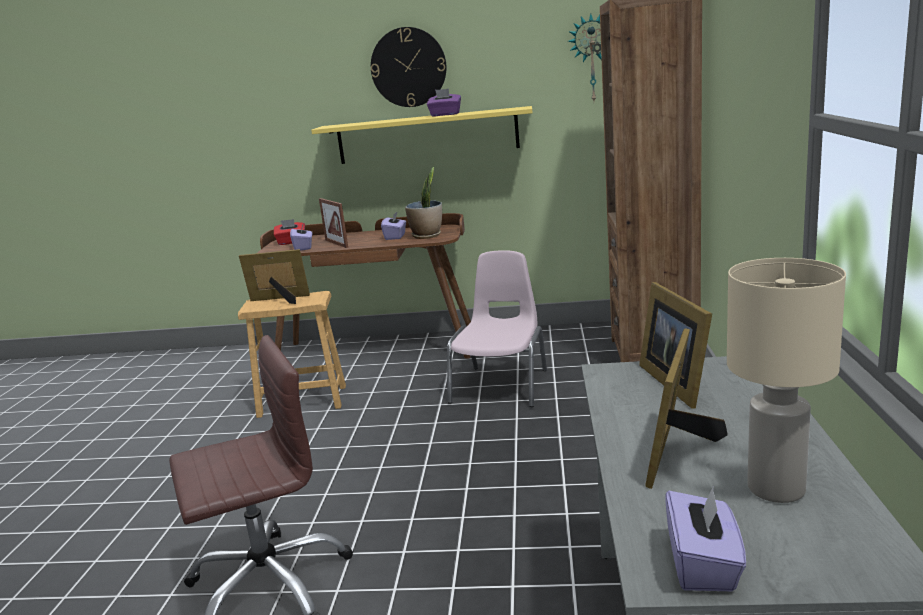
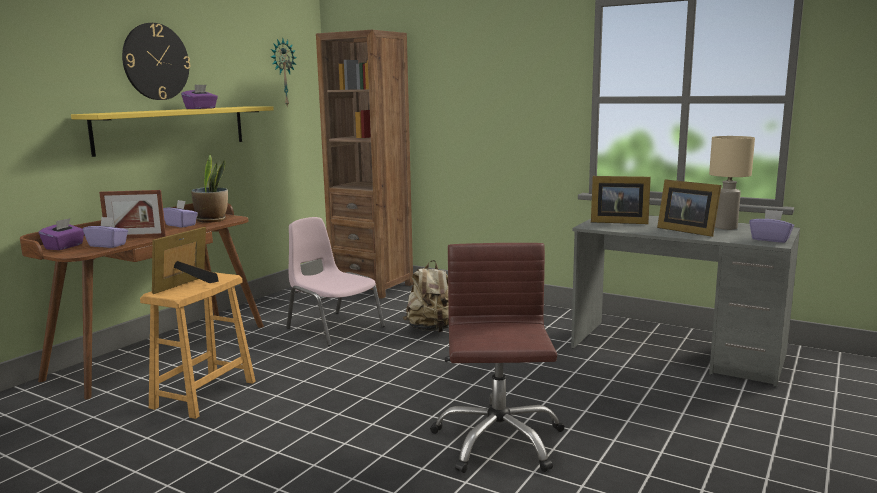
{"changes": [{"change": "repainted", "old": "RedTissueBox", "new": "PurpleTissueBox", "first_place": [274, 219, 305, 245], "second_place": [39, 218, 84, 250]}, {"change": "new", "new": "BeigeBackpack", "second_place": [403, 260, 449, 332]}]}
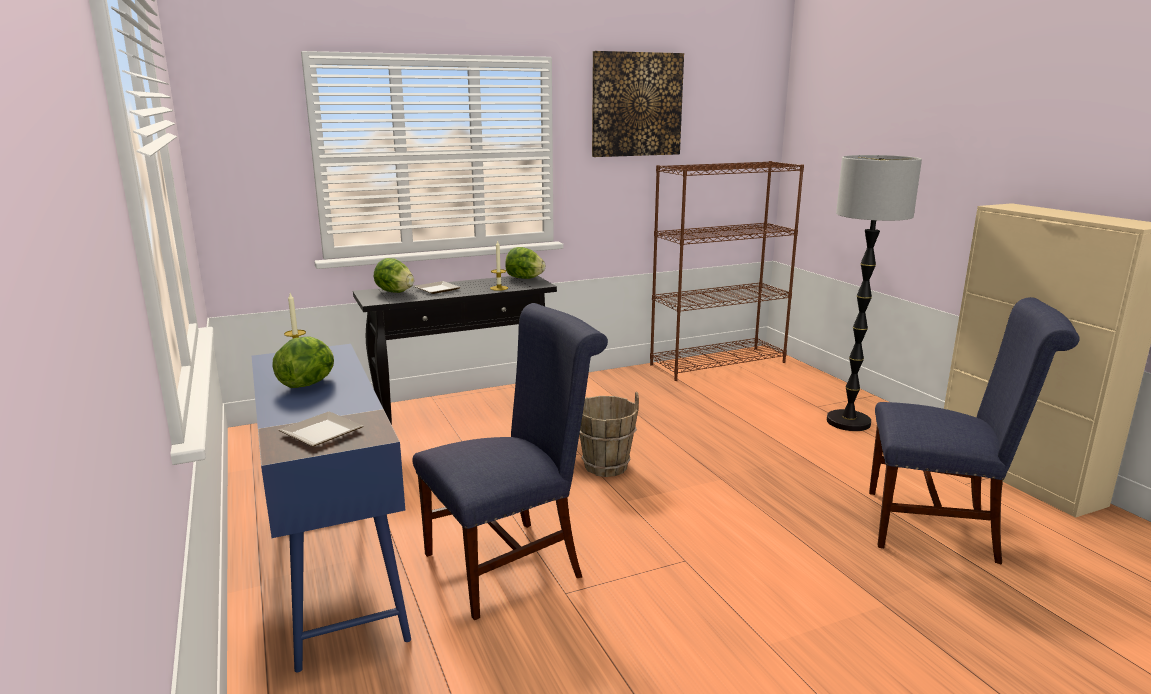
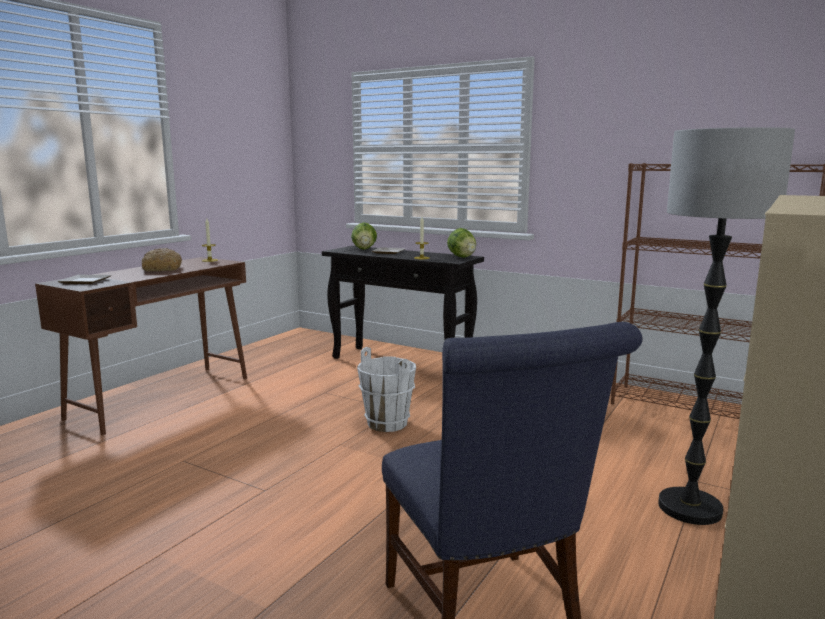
{"changes": [{"change": "repainted", "old": "BlueDesk", "new": "BrownDesk", "first_place": [252, 344, 411, 673], "second_place": [35, 257, 247, 435]}, {"change": "swapped", "old": "Lettuce", "new": "Bread", "first_place": [272, 337, 334, 388], "second_place": [142, 248, 182, 271]}, {"change": "repainted", "old": "BrownBucket", "new": "WhiteBucket", "first_place": [579, 392, 639, 477], "second_place": [357, 347, 416, 432]}, {"change": "gone", "old": "BlueChair", "first_place": [413, 303, 608, 620]}, {"change": "gone", "old": "Picture", "first_place": [592, 51, 684, 157]}]}
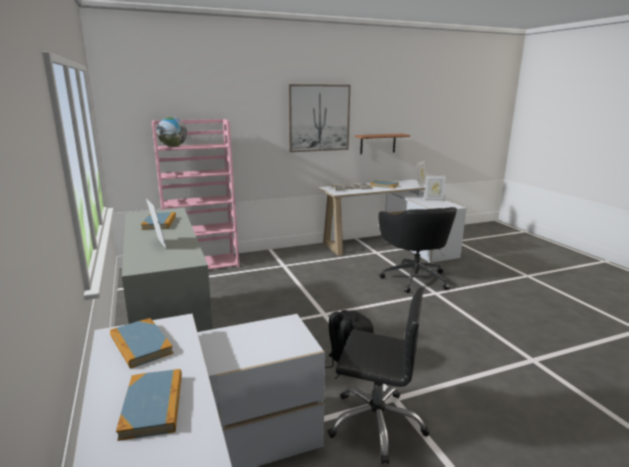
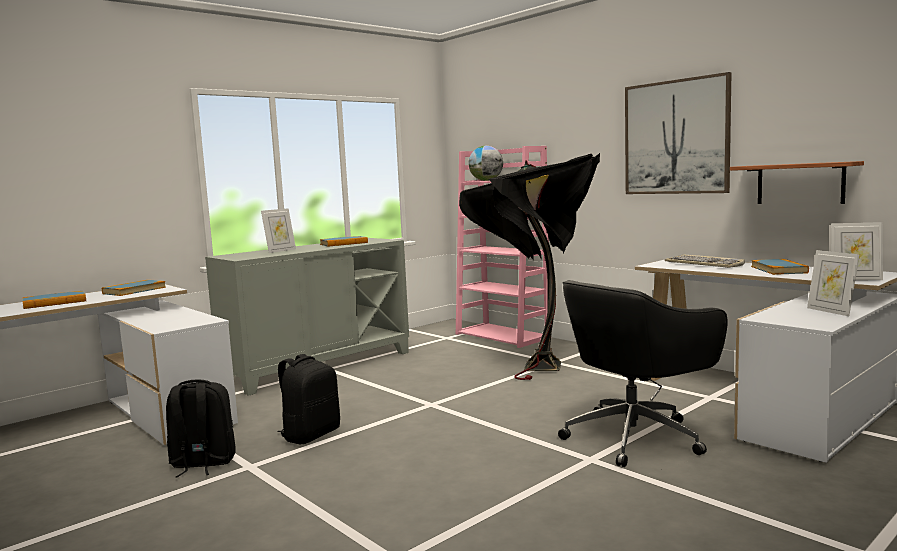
{"changes": [{"change": "swapped", "old": "BlackOfficeChair", "new": "BlackBackpack", "first_place": [327, 288, 430, 464], "second_place": [166, 379, 235, 477]}, {"change": "new", "new": "BlackFloorLamp", "second_place": [459, 153, 600, 380]}]}
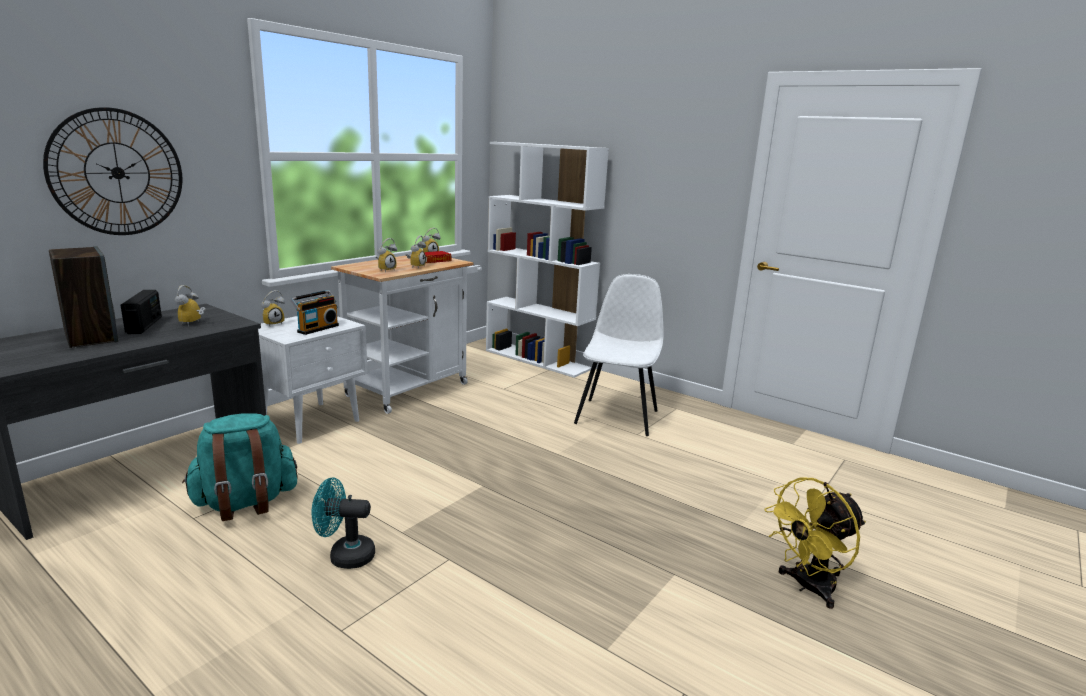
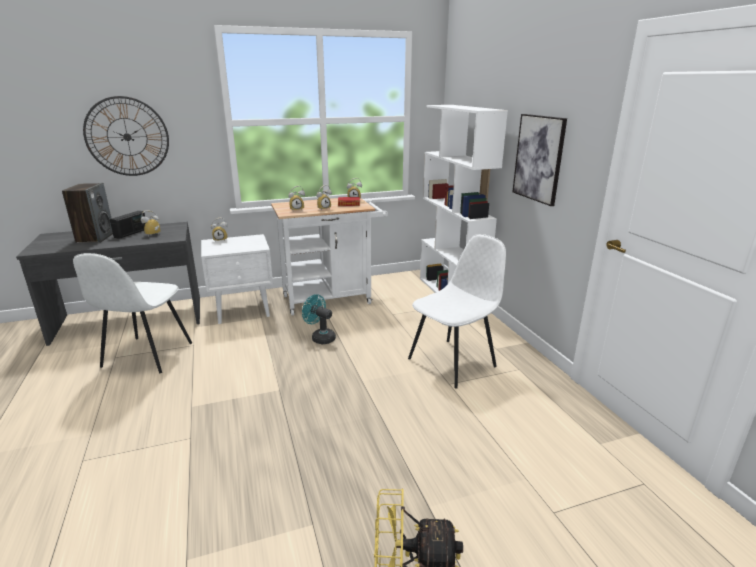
{"changes": [{"change": "swapped", "old": "TurquoiseBackpack", "new": "WhiteChair", "first_place": [182, 413, 298, 521], "second_place": [73, 253, 192, 373]}, {"change": "shifted", "old": "TurquoiseFan", "first_place": [311, 478, 375, 569], "second_place": [302, 294, 336, 344]}, {"change": "new", "new": "Picture", "second_place": [512, 114, 567, 206]}, {"change": "gone", "old": "Radio", "first_place": [290, 290, 339, 335]}]}
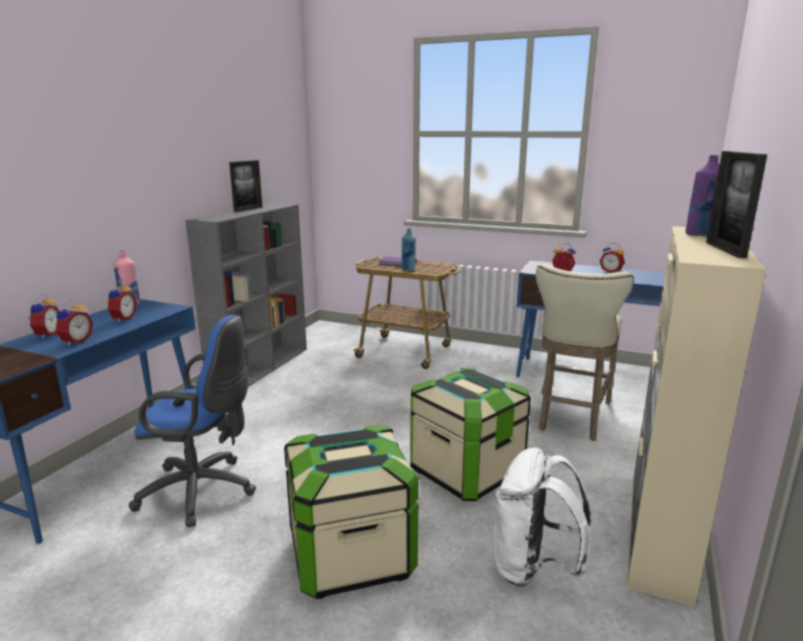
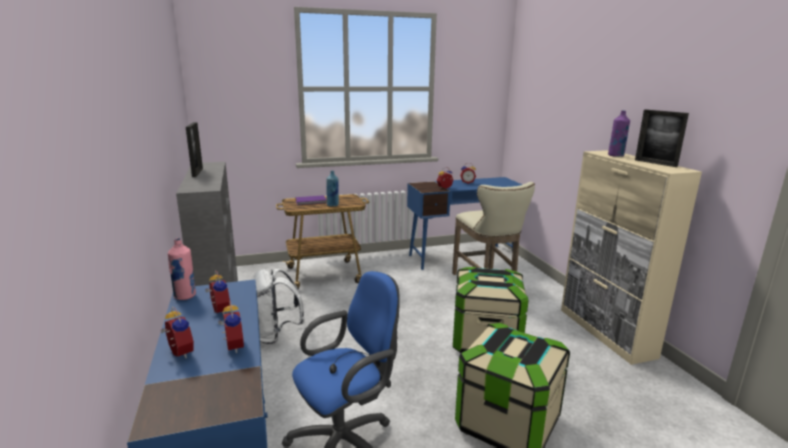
{"changes": [{"change": "shifted", "old": "WhiteBackpack", "first_place": [495, 447, 592, 587], "second_place": [252, 269, 305, 344]}]}
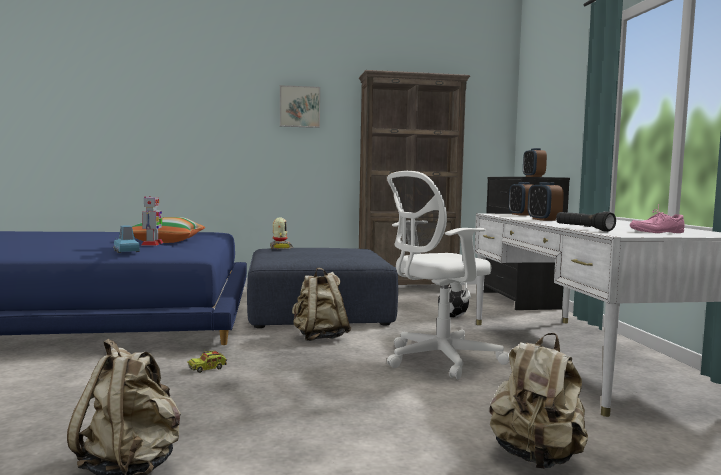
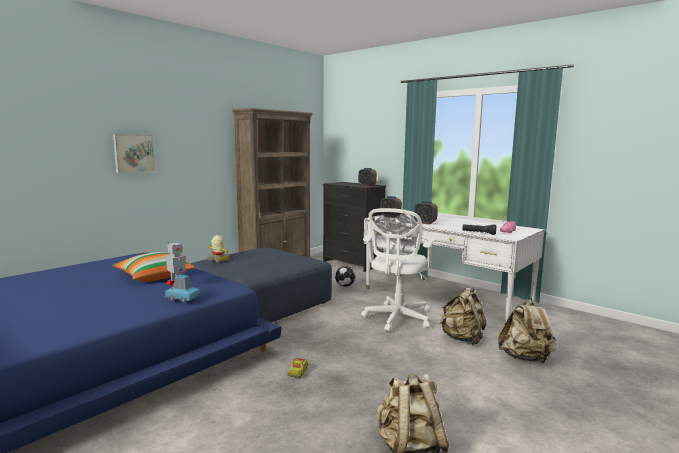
{"changes": [{"change": "shifted", "old": "Picture", "first_place": [280, 85, 320, 128], "second_place": [113, 134, 156, 173]}, {"change": "shifted", "old": "BeigeBackpack", "first_place": [292, 268, 352, 341], "second_place": [440, 288, 486, 345]}]}
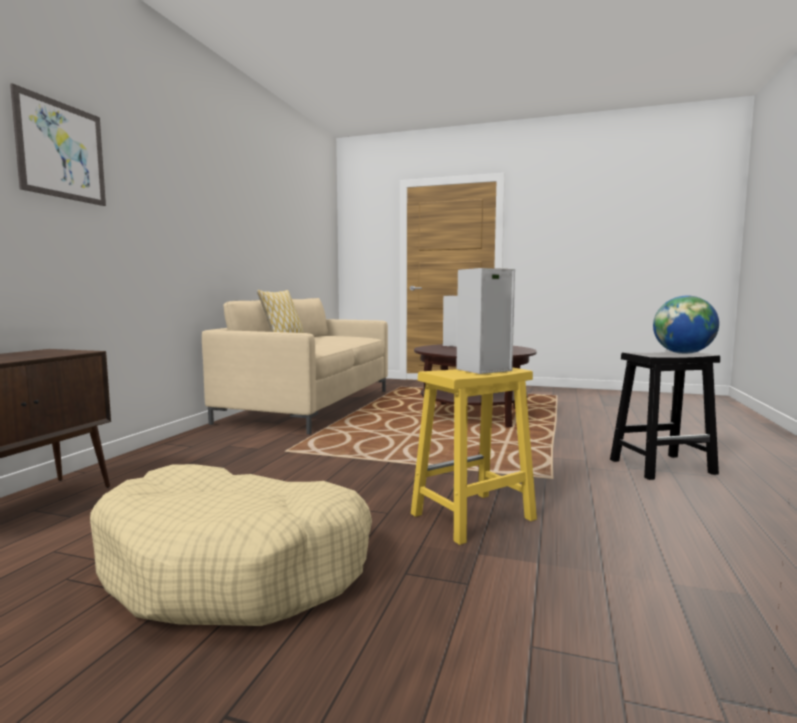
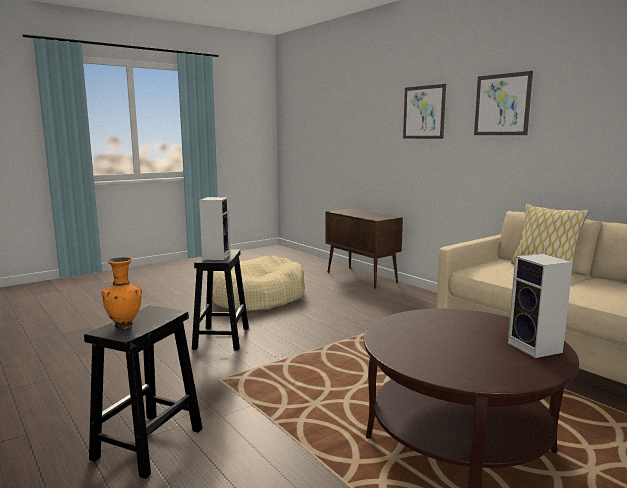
{"changes": [{"change": "swapped", "old": "Globe", "new": "OrangeVase", "first_place": [653, 295, 719, 354], "second_place": [102, 257, 142, 329]}, {"change": "repainted", "old": "YellowStool", "new": "BlackStool", "first_place": [411, 367, 537, 545], "second_place": [192, 249, 249, 351]}, {"change": "new", "new": "Picture", "second_place": [474, 71, 533, 135]}]}
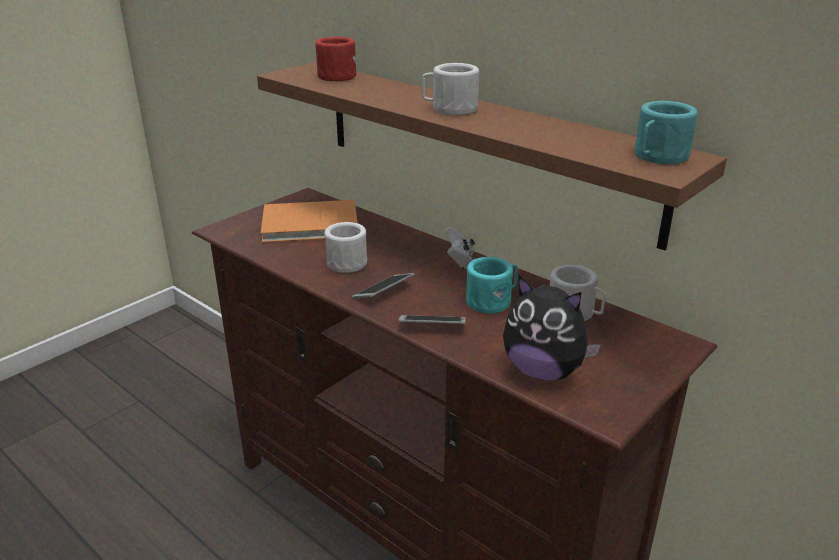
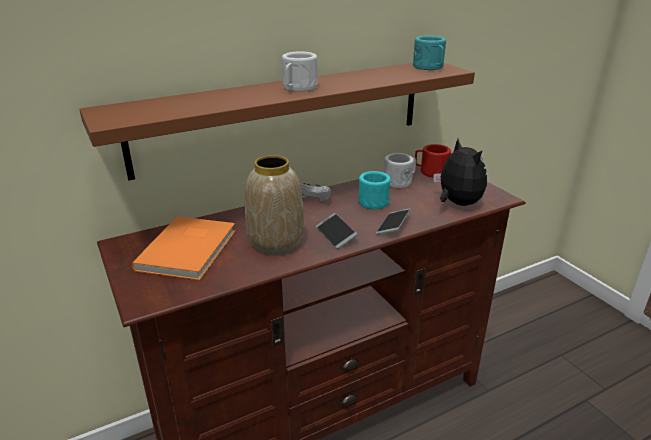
{"changes": [{"change": "swapped", "old": "WhiteMug", "new": "Vase", "first_place": [324, 222, 367, 273], "second_place": [245, 155, 304, 255]}, {"change": "shifted", "old": "RedMug", "first_place": [315, 37, 356, 81], "second_place": [415, 144, 451, 178]}, {"change": "rotated", "old": "PlushToy", "first_place": [503, 276, 601, 380], "second_place": [433, 139, 487, 206], "degrees": -75}]}
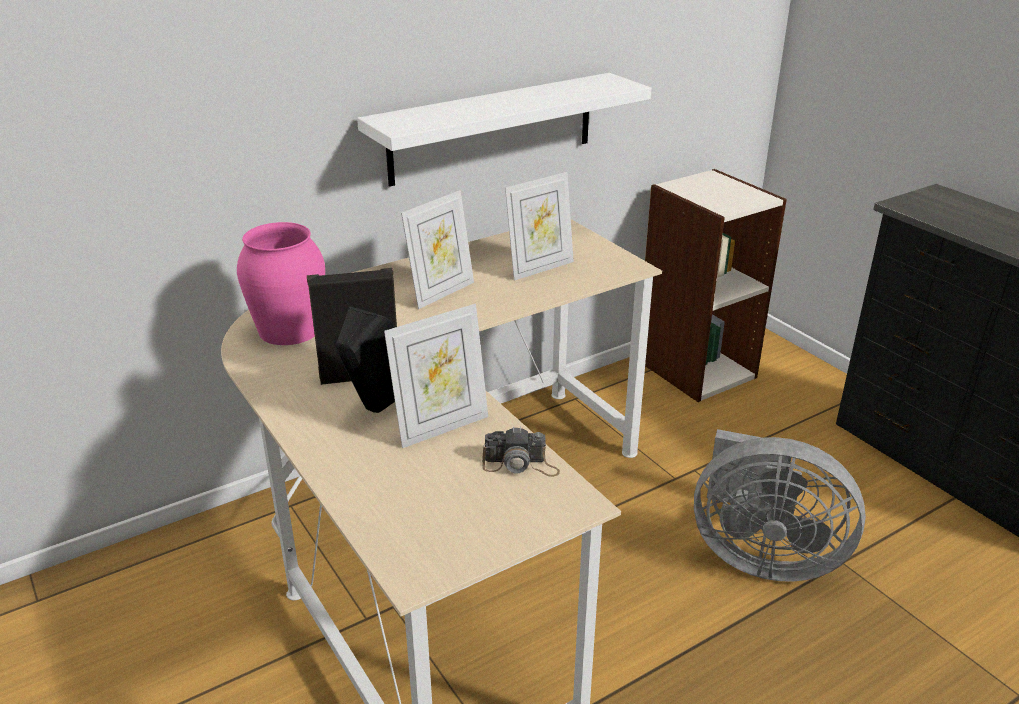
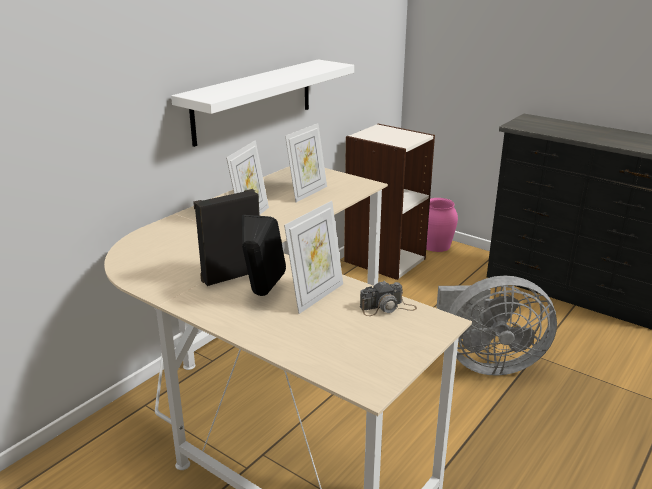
{"changes": [{"change": "shifted", "old": "PinkVase", "first_place": [237, 222, 325, 345], "second_place": [426, 198, 458, 252]}]}
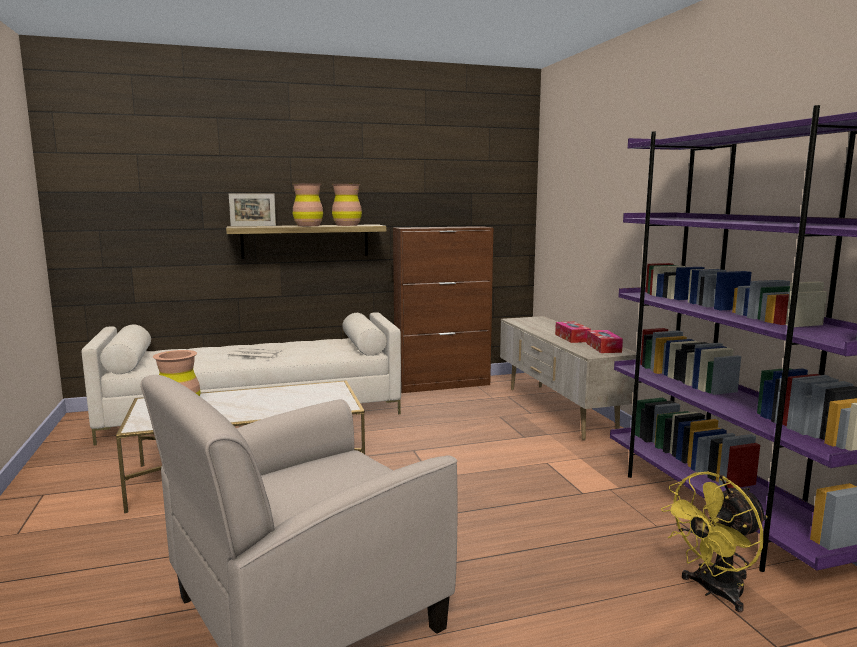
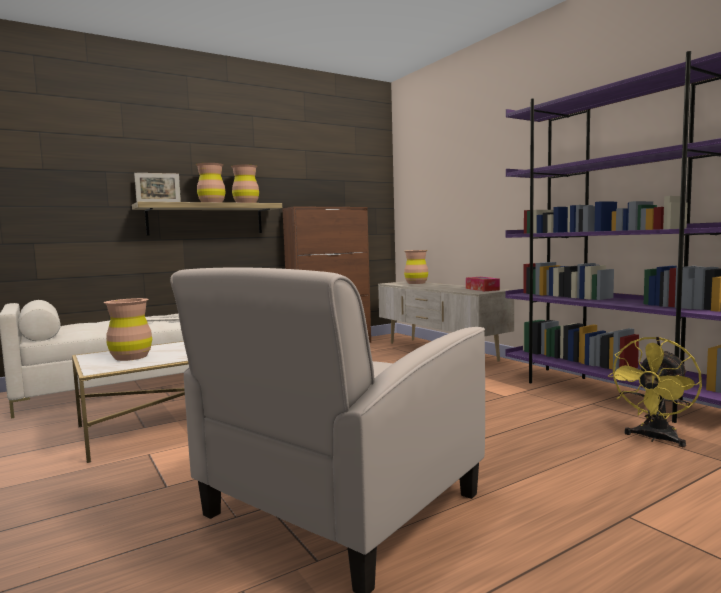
{"changes": [{"change": "new", "new": "BrownVase", "second_place": [404, 250, 428, 284]}, {"change": "gone", "old": "TissueBox", "first_place": [555, 321, 591, 343]}]}
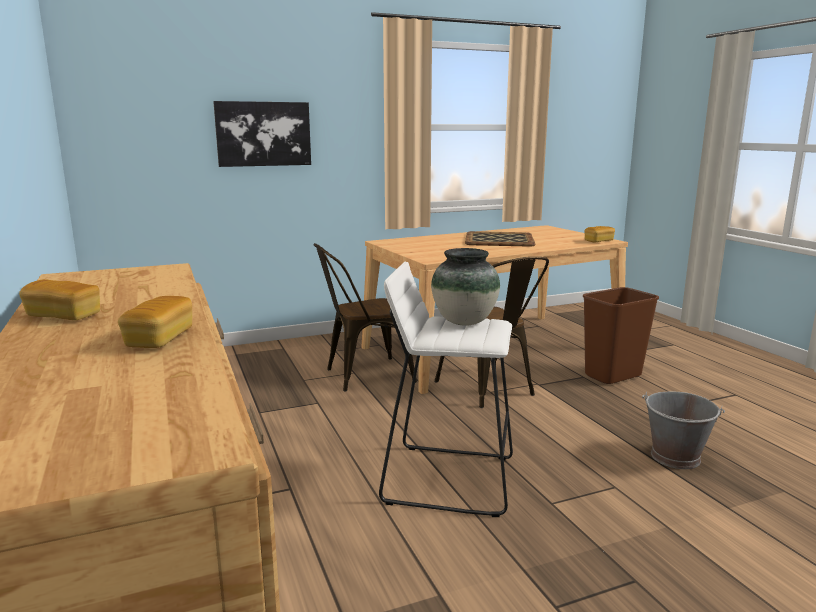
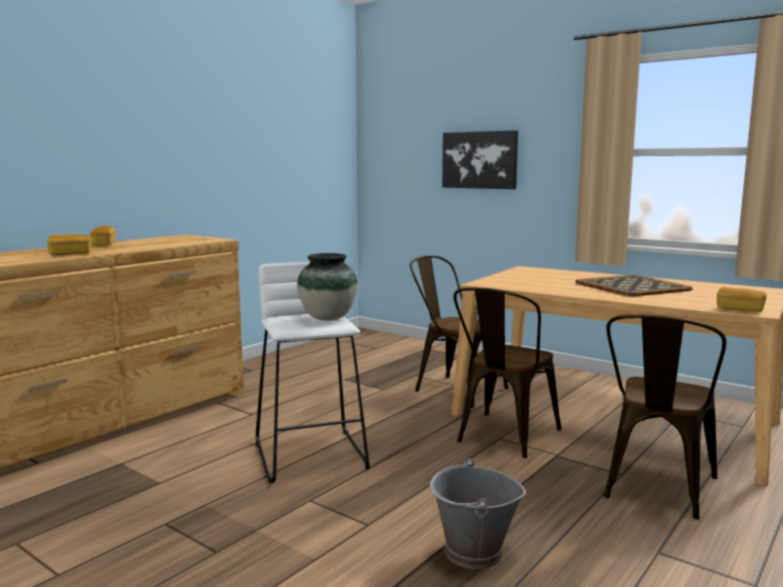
{"changes": [{"change": "swapped", "old": "BrownTrashCan", "new": "BrownChair", "first_place": [583, 287, 659, 384], "second_place": [604, 314, 726, 520]}]}
